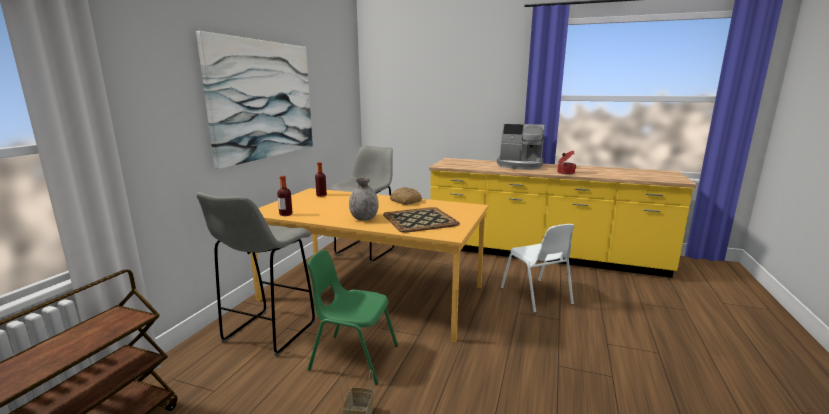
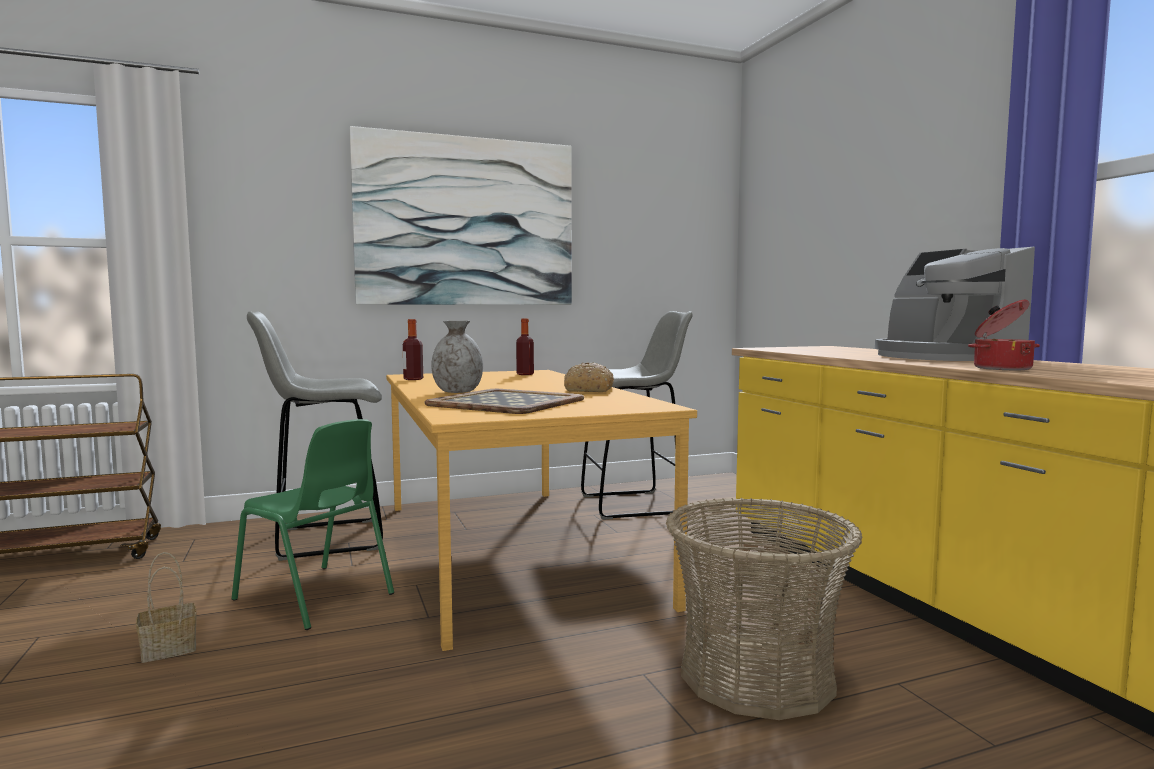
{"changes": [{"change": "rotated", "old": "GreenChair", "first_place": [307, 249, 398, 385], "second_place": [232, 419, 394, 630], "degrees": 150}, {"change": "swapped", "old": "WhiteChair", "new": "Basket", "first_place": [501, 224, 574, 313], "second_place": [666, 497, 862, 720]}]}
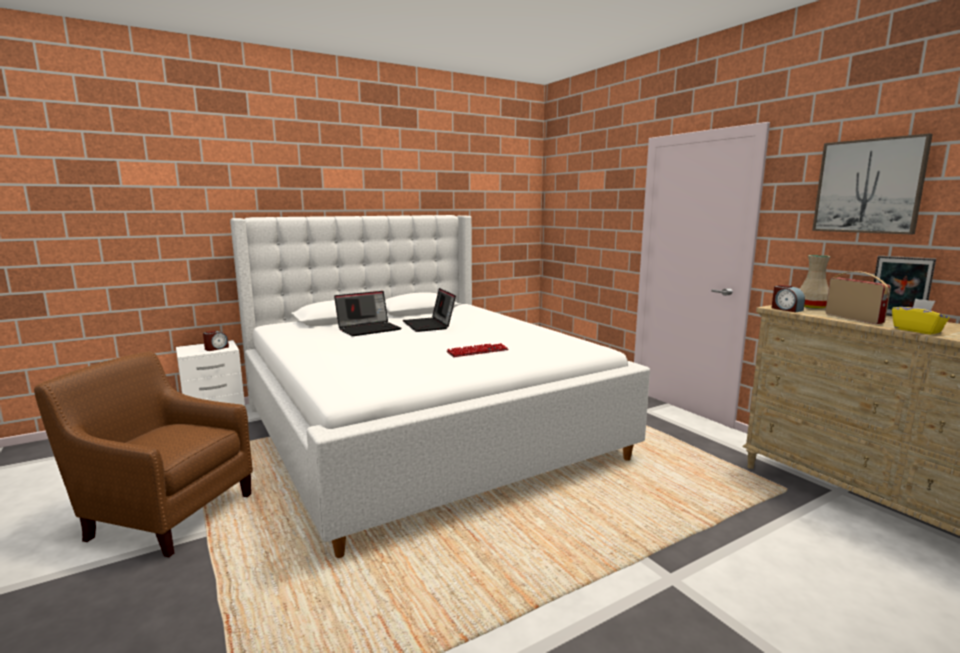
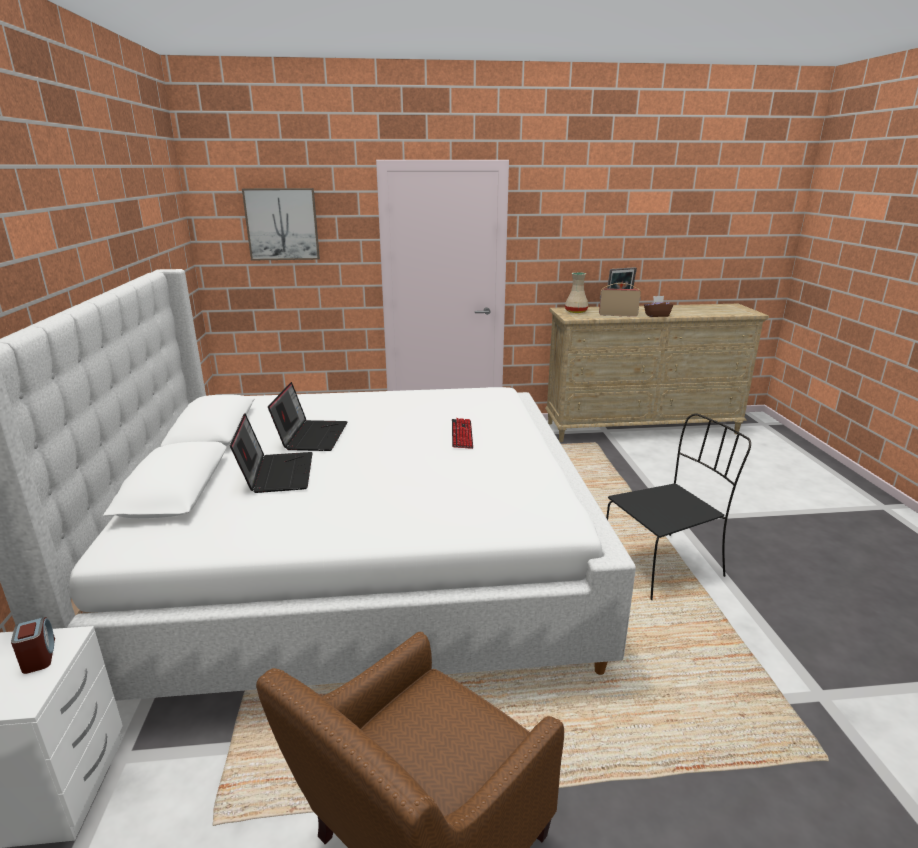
{"changes": [{"change": "shifted", "old": "Picture", "first_place": [812, 133, 933, 235], "second_place": [242, 188, 320, 261]}, {"change": "rotated", "old": "Laptop", "first_place": [403, 288, 456, 332], "second_place": [268, 382, 348, 451], "degrees": -90}, {"change": "new", "new": "BlackChair", "second_place": [606, 414, 751, 600]}, {"change": "repainted", "old": "YellowTissueBox", "new": "BrownTissueBox", "first_place": [892, 298, 950, 335], "second_place": [644, 296, 673, 317]}, {"change": "gone", "old": "AlarmClock", "first_place": [772, 285, 805, 312]}]}
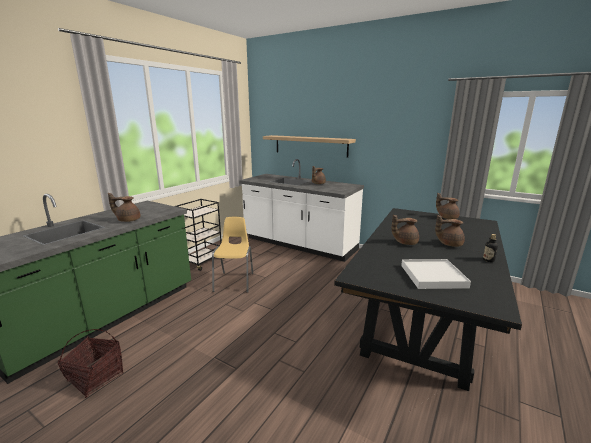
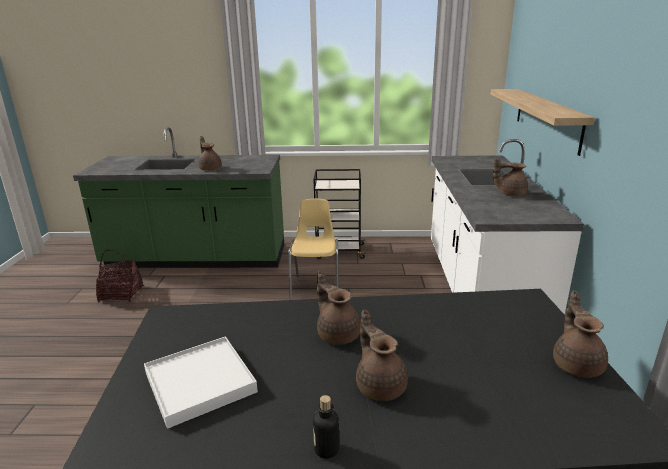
{"changes": [{"change": "rotated", "old": "YellowChair", "first_place": [212, 217, 253, 293], "second_place": [288, 199, 339, 300], "degrees": -60}]}
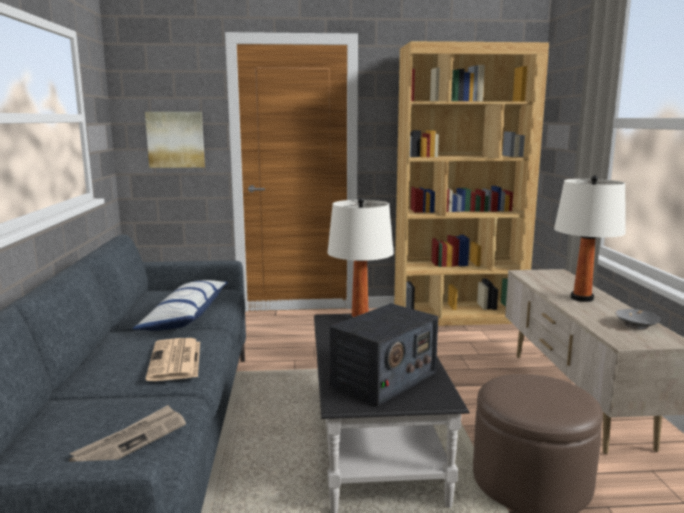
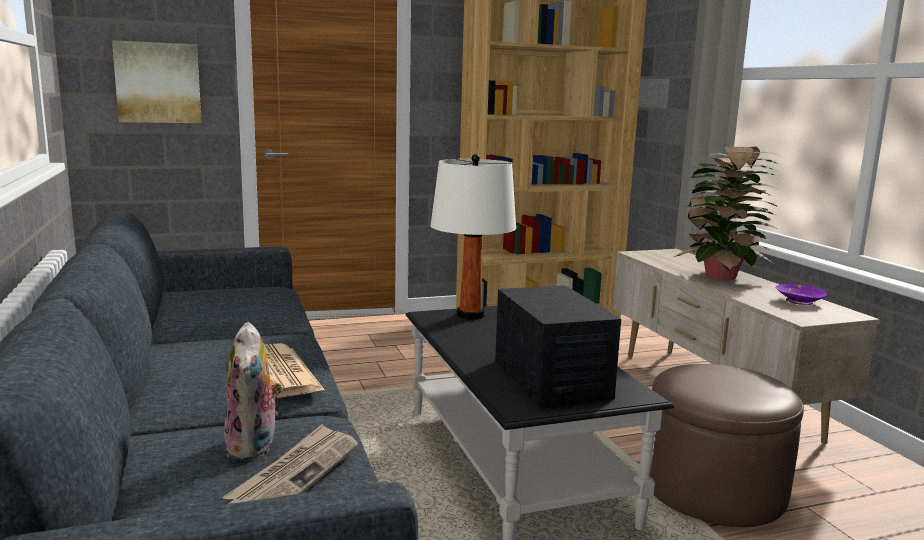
{"changes": [{"change": "new", "new": "PlushToy", "second_place": [224, 322, 283, 460]}, {"change": "rotated", "old": "Radio", "first_place": [330, 303, 438, 407], "second_place": [495, 285, 621, 407], "degrees": -45}, {"change": "swapped", "old": "WhiteTableLamp", "new": "PottedPlant", "first_place": [554, 175, 626, 302], "second_place": [674, 146, 783, 280]}, {"change": "repainted", "old": "GreyBowl", "new": "PurpleBowl", "first_place": [615, 309, 661, 329], "second_place": [776, 284, 827, 305]}, {"change": "gone", "old": "Pillow", "first_place": [133, 280, 228, 331]}]}
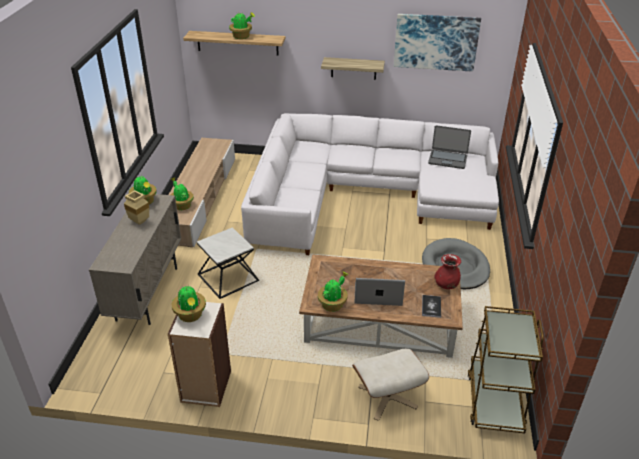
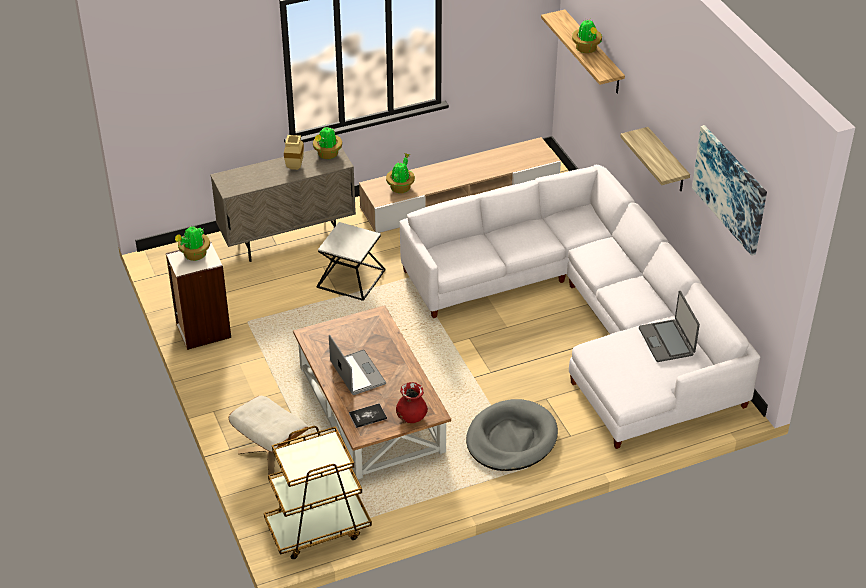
{"changes": [{"change": "gone", "old": "PottedPlant", "first_place": [318, 271, 348, 312]}]}
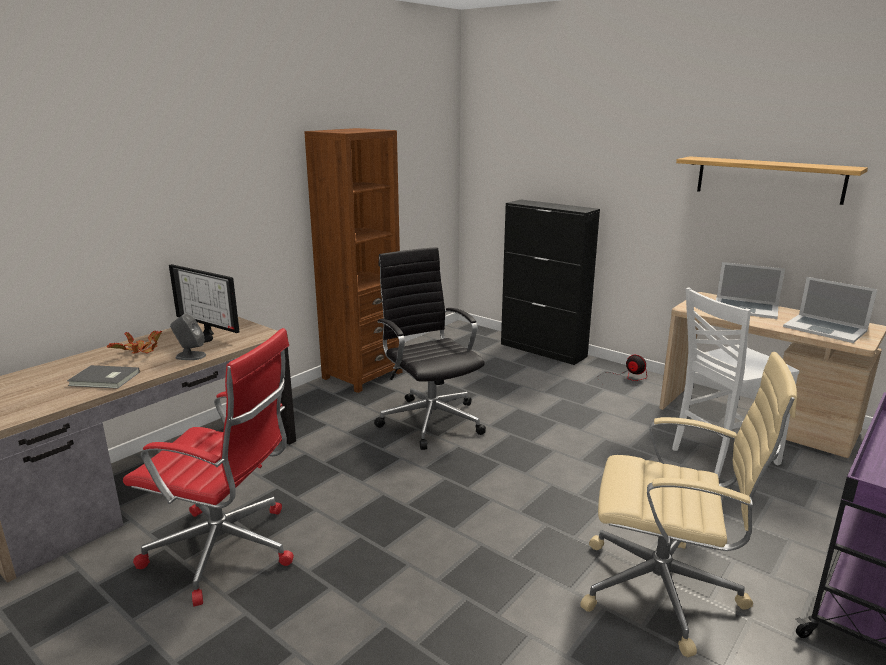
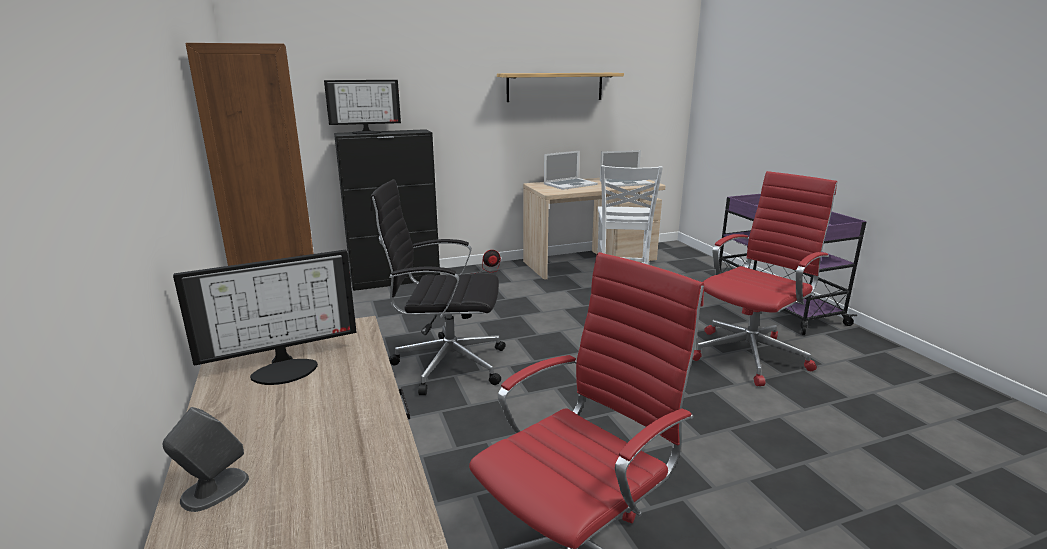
{"changes": [{"change": "shifted", "old": "GreySpeaker", "first_place": [170, 314, 206, 360], "second_place": [163, 407, 249, 512]}, {"change": "new", "new": "Monitor", "second_place": [324, 80, 401, 134]}, {"change": "repainted", "old": "BeigeOfficeChair", "new": "RedOfficeChair", "first_place": [580, 352, 797, 657], "second_place": [693, 171, 837, 386]}, {"change": "gone", "old": "GreyBook", "first_place": [67, 365, 140, 389]}, {"change": "gone", "old": "PottedPlant", "first_place": [107, 330, 162, 353]}]}
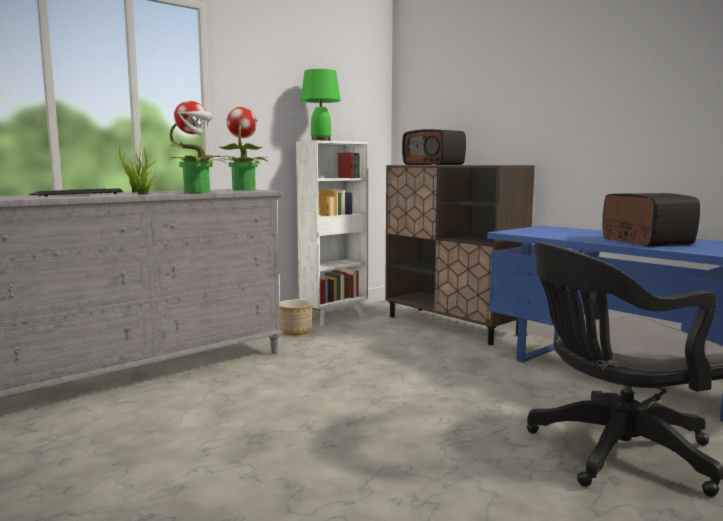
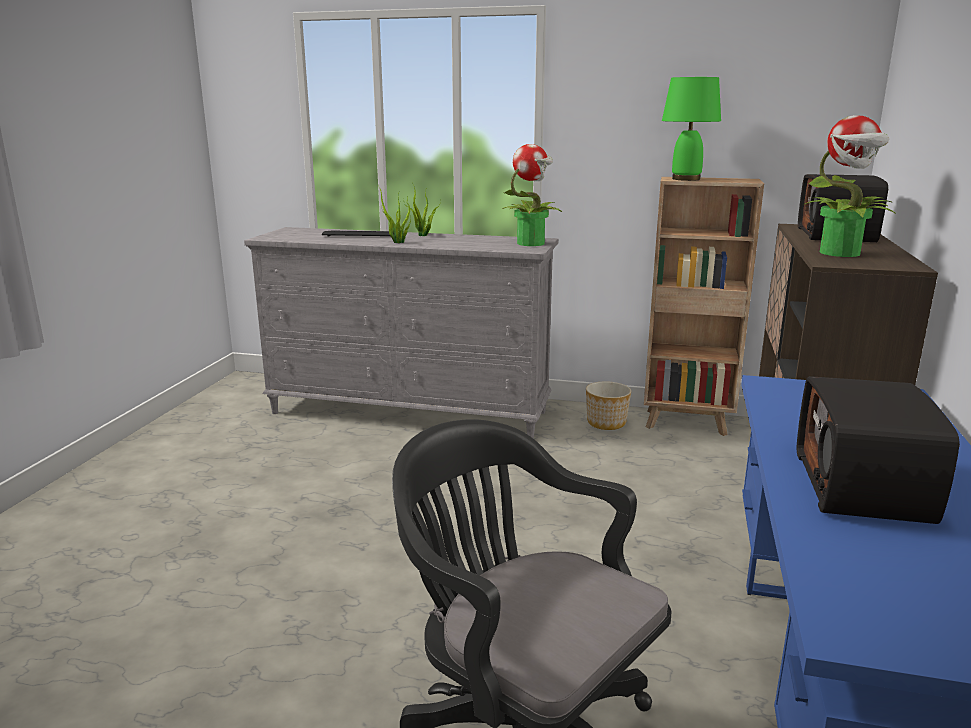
{"changes": [{"change": "repainted", "old": "WhiteBookcase", "new": "BrownBookcase", "first_place": [296, 140, 368, 326], "second_place": [644, 177, 764, 436]}, {"change": "rotated", "old": "Radio", "first_place": [603, 193, 700, 247], "second_place": [797, 376, 960, 524], "degrees": 150}, {"change": "shifted", "old": "PottedPlant", "first_place": [168, 101, 226, 193], "second_place": [803, 115, 896, 257]}]}
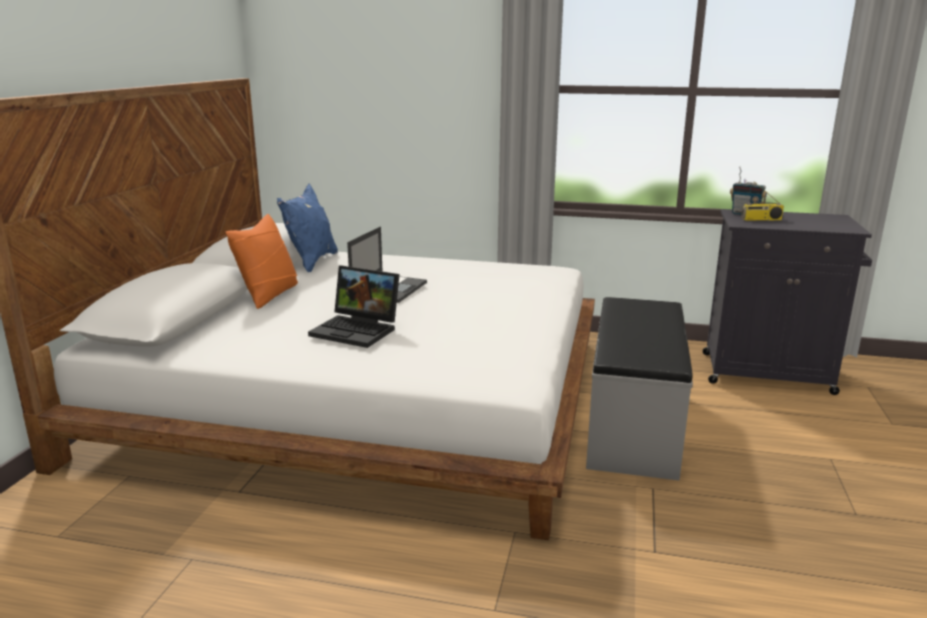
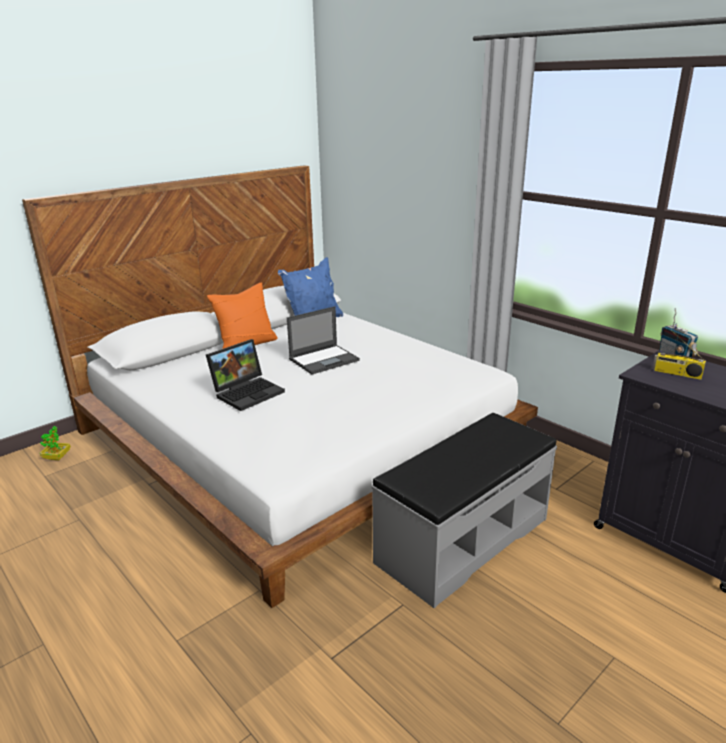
{"changes": [{"change": "new", "new": "PottedPlant", "second_place": [40, 426, 71, 460]}, {"change": "rotated", "old": "Laptop", "first_place": [308, 266, 400, 348], "second_place": [206, 339, 285, 411], "degrees": -105}]}
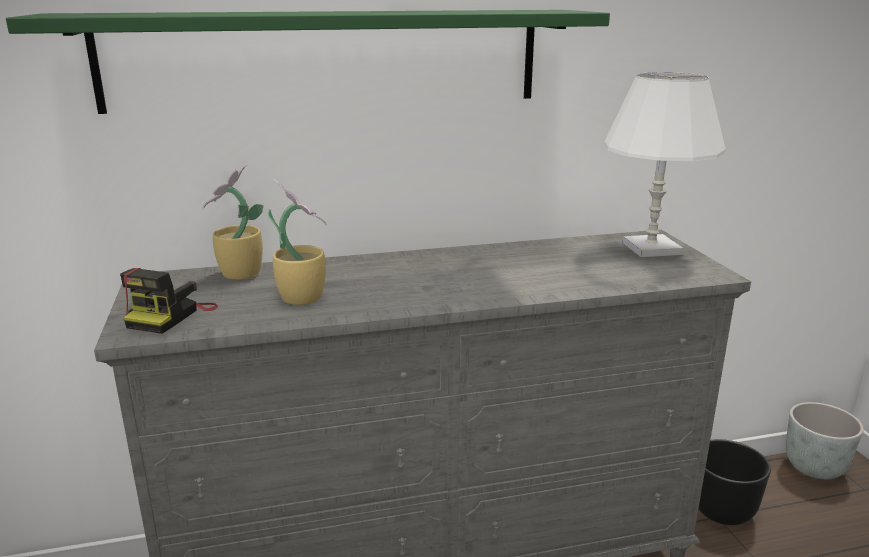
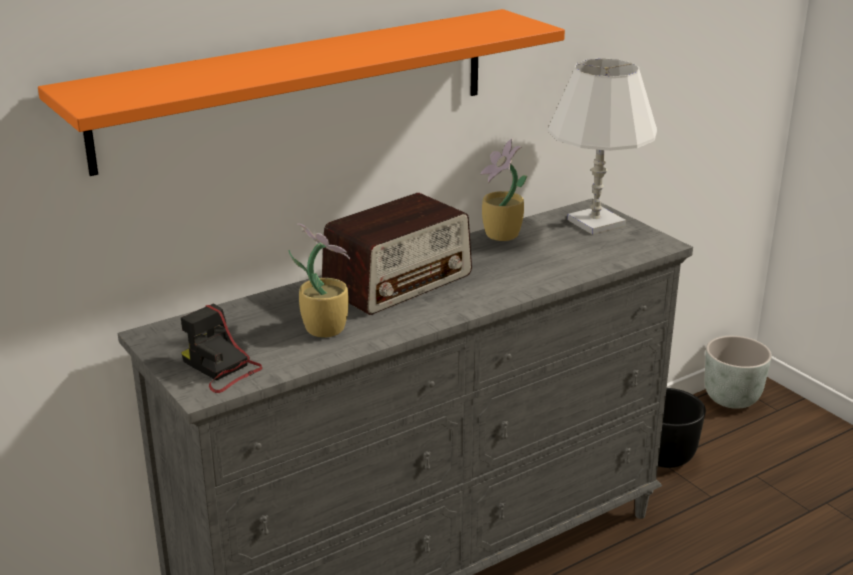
{"changes": [{"change": "repainted", "old": "GreenShelf", "new": "OrangeShelf", "first_place": [6, 10, 610, 114], "second_place": [38, 9, 565, 176]}, {"change": "rotated", "old": "PhotoCamera", "first_place": [120, 268, 218, 334], "second_place": [181, 304, 262, 393], "degrees": 135}, {"change": "new", "new": "Radio", "second_place": [322, 193, 472, 315]}, {"change": "shifted", "old": "PottedPlant", "first_place": [202, 164, 263, 280], "second_place": [480, 139, 528, 241]}]}
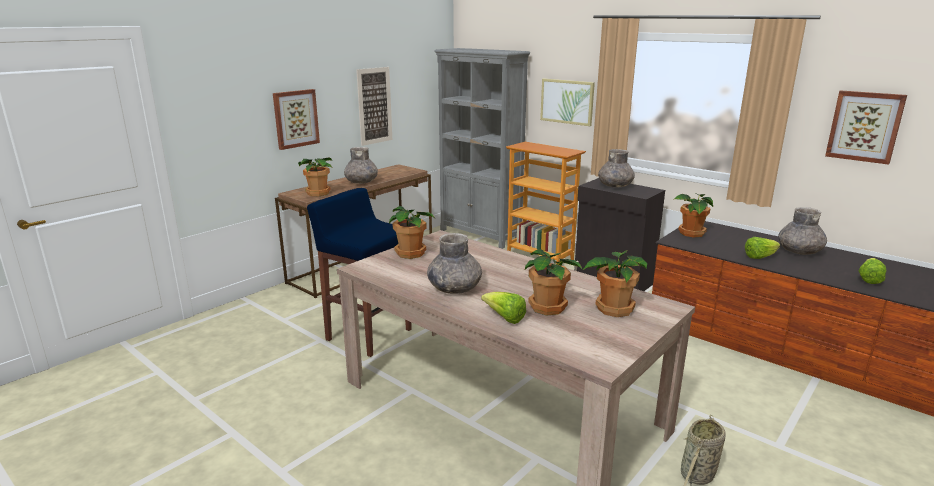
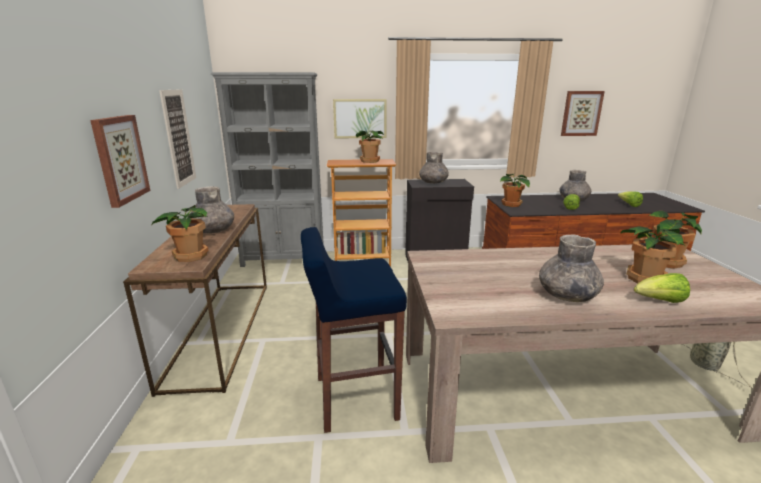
{"changes": [{"change": "shifted", "old": "PottedPlant", "first_place": [389, 206, 435, 259], "second_place": [356, 131, 384, 163]}]}
